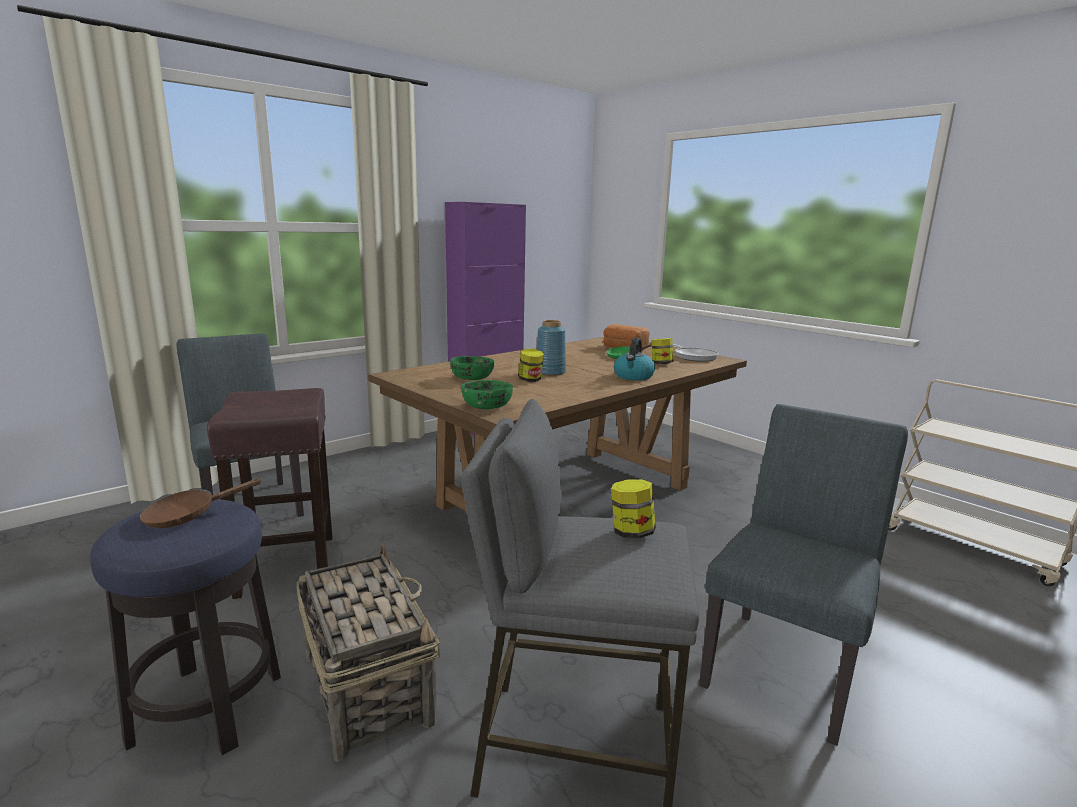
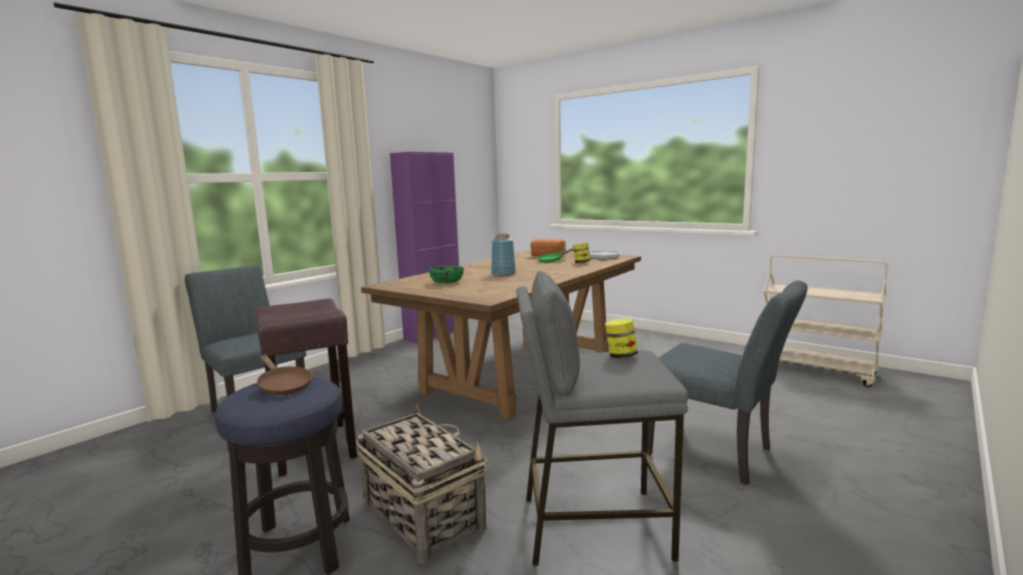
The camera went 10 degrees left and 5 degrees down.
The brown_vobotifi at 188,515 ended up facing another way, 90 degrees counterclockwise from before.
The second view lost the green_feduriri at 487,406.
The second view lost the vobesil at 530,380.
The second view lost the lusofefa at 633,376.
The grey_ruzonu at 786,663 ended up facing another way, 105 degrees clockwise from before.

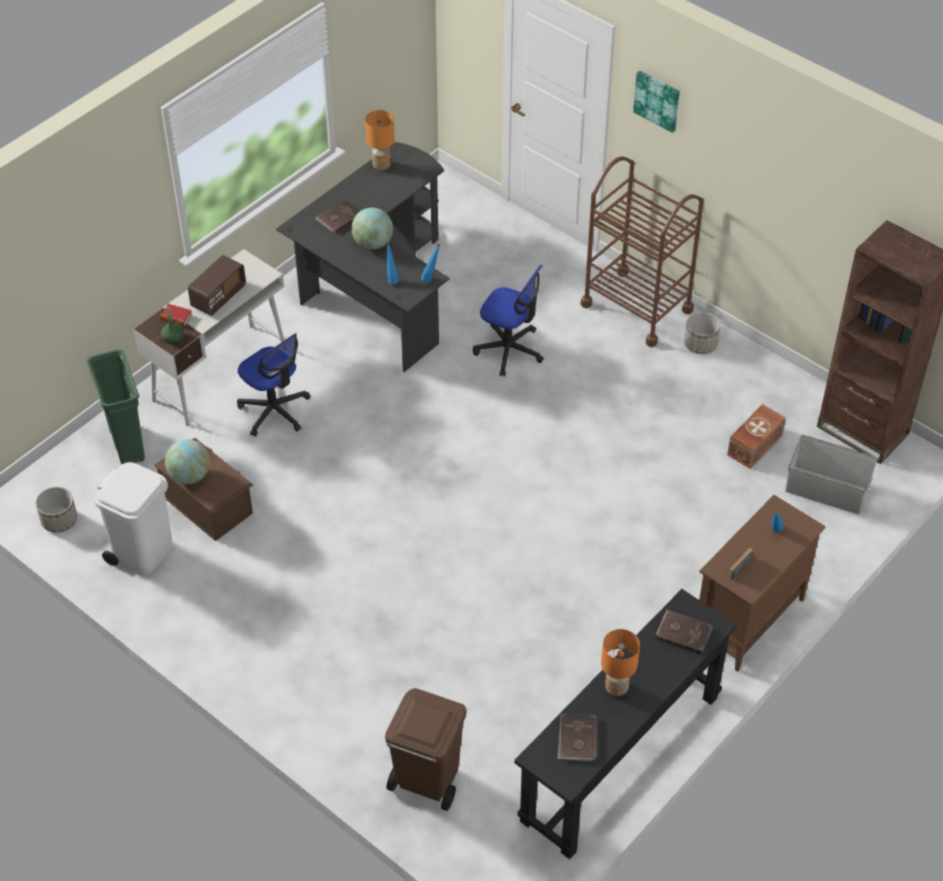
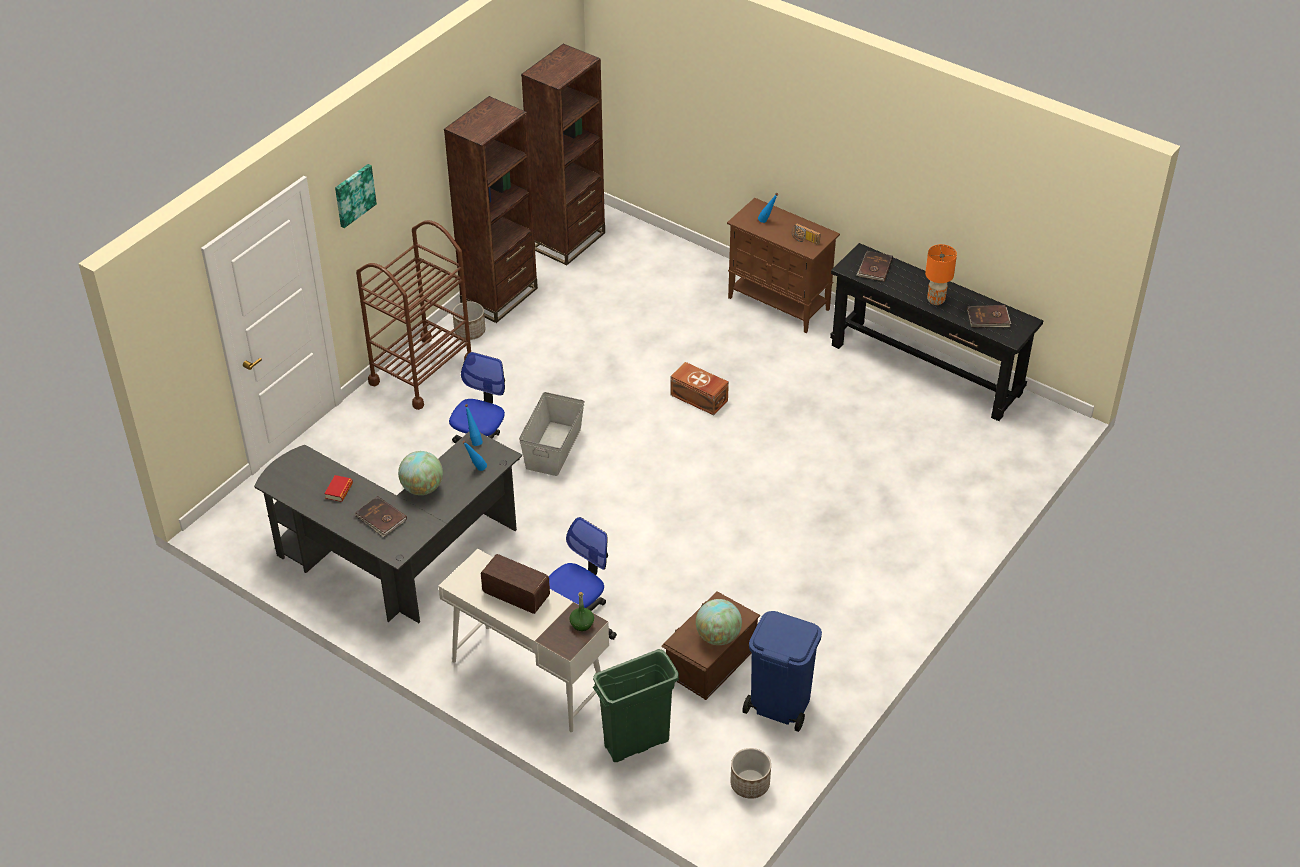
The camera went 95 degrees left and 5 degrees down.
What was the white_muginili at 143,552 turned into the blue_muginili at 779,704.
The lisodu ended up elsewhere, having gone from 176,318 to 339,491.
The second view lost the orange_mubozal at 382,165.
The second view lost the brown_muginili at 426,781.
The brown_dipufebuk ended up elsewhere, having gone from 753,445 to 699,398.
The grey_dipufebuk ended up elsewhere, having gone from 826,489 to 553,448.
The second view gained the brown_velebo at 499,297.

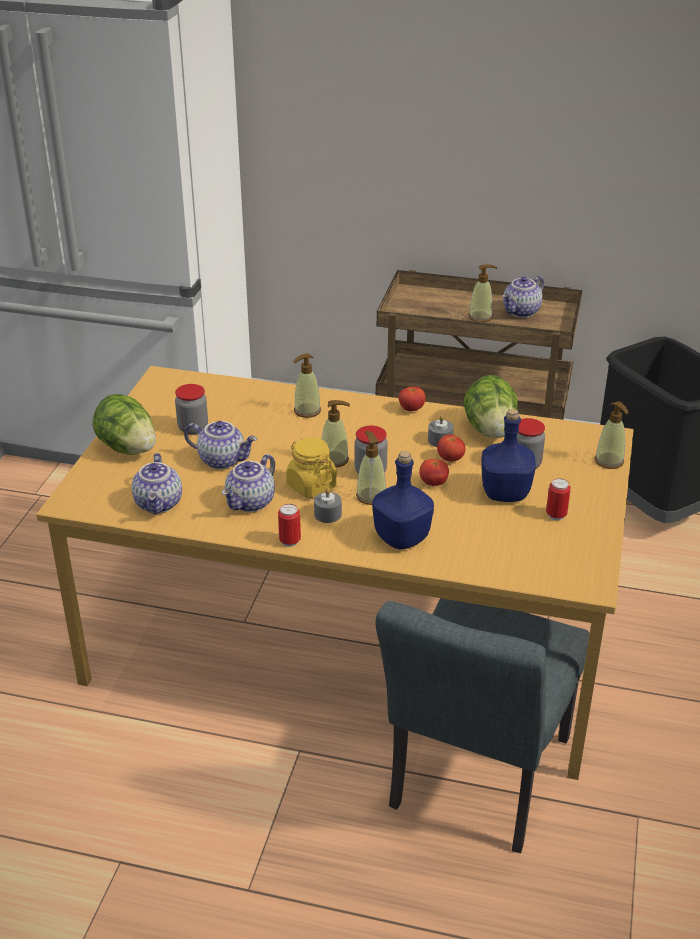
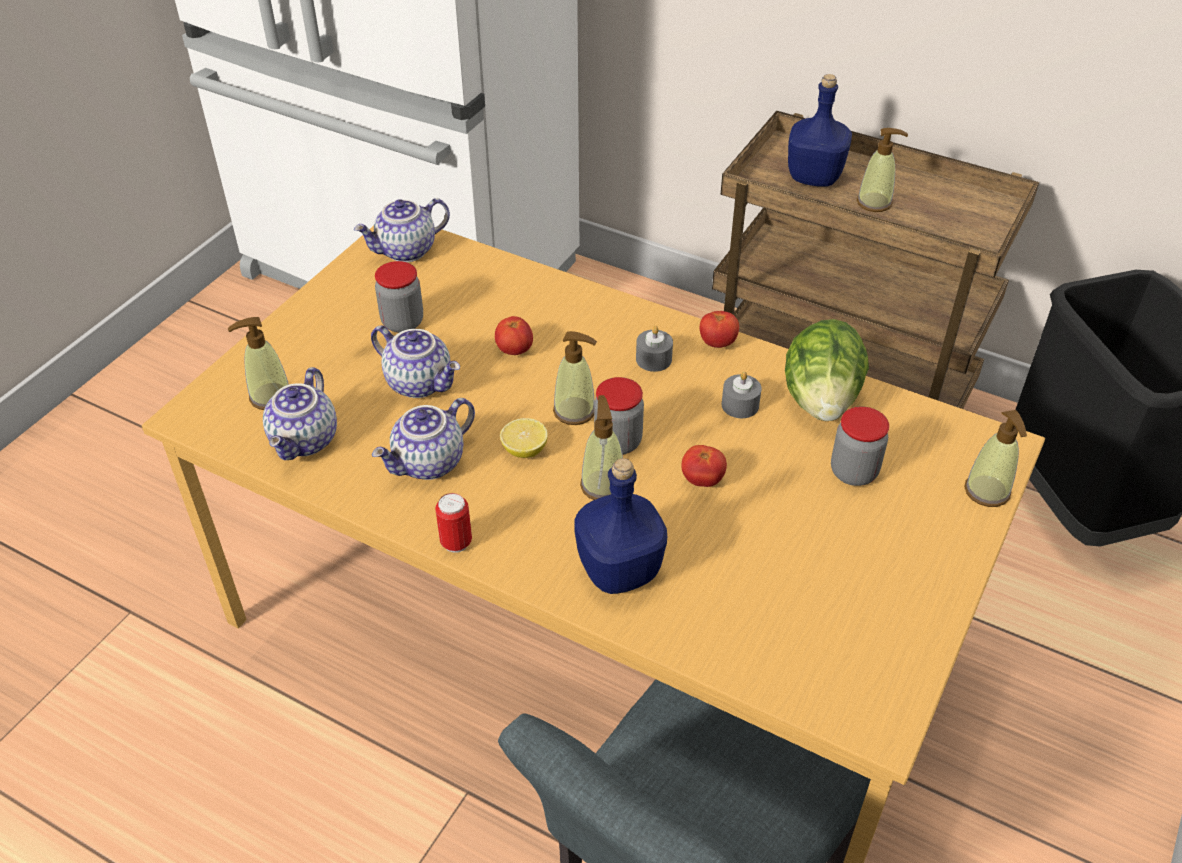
The camera went 15 degrees right and 10 degrees up.
The second view lost the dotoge at 128,448.
Where the yellow_vobesil stood at 311,486, the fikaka came to stand at 524,450.
The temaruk ended up elsewhere, having gone from 307,411 to 270,397.
The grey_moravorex ended up elsewhere, having gone from 327,514 to 653,359.
The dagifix ended up elsewhere, having gone from 450,459 to 514,350.
The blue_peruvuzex ended up elsewhere, having gone from 506,493 to 815,177.
The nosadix ended up elsewhere, having gone from 522,312 to 406,251.
The second view lost the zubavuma at 556,515.

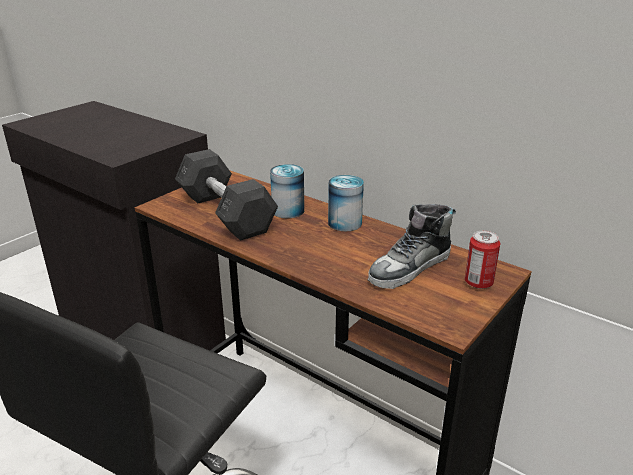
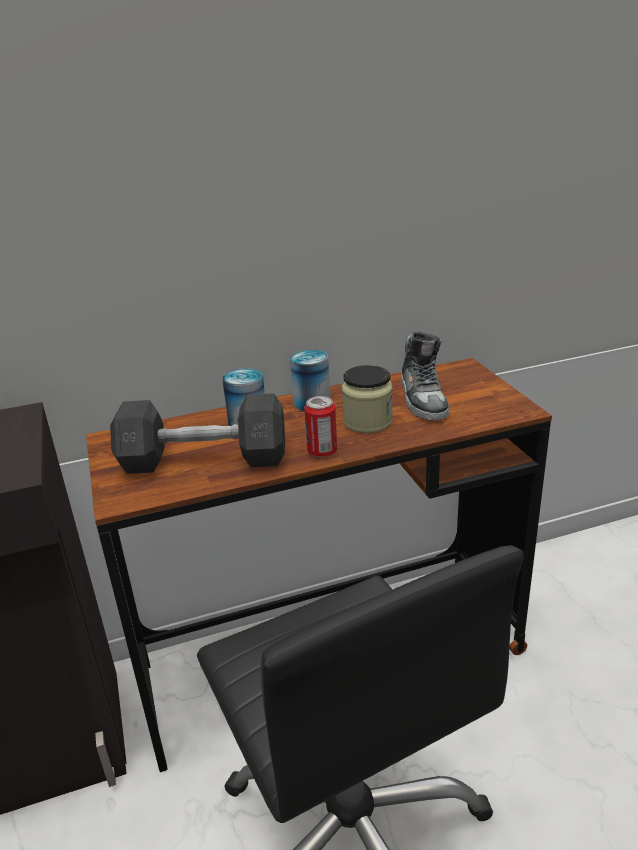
The camera went 55 degrees left and 0 degrees up.
The zubavuma ended up elsewhere, having gone from 478,283 to 322,452.
The second view gained the vobesil at 367,421.

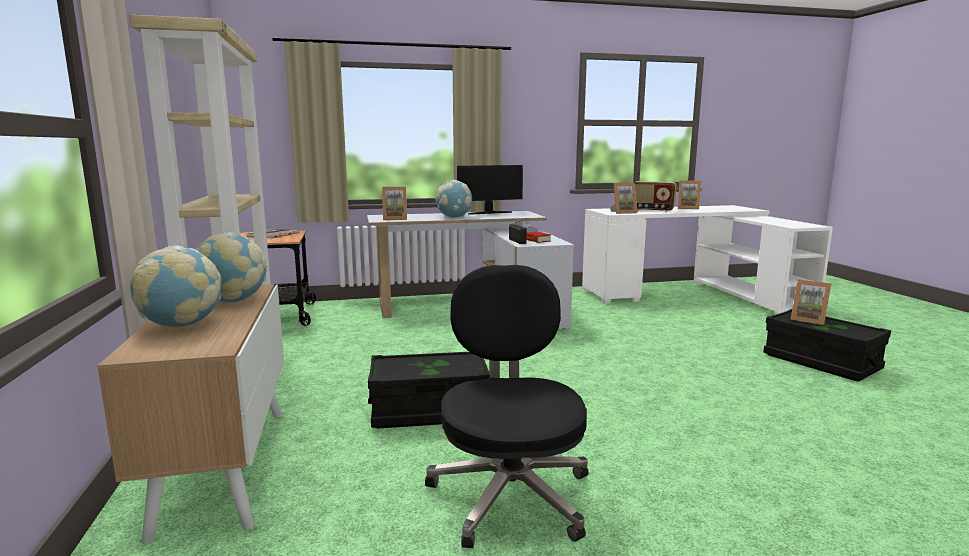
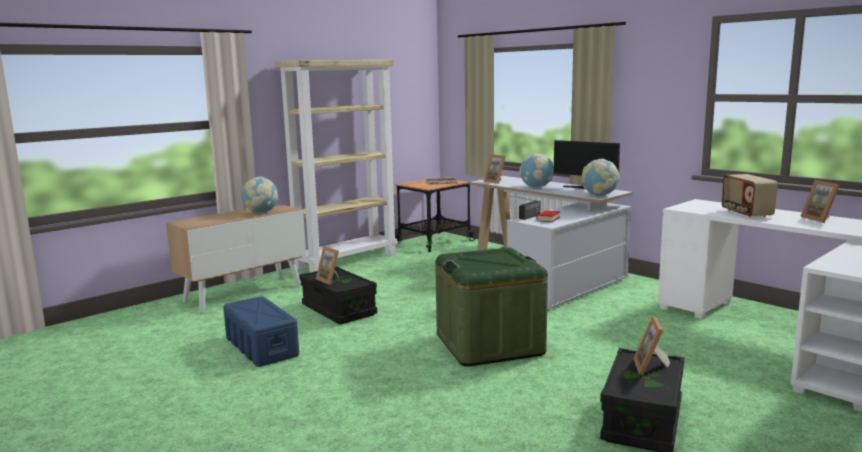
The camera went 60 degrees right and 0 degrees up.
The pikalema ended up elsewhere, having gone from 181,325 to 599,195.
Where the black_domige stood at 510,493, the blue_dipufebuk came to stand at 262,347.
The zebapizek ended up elsewhere, having gone from 623,212 to 330,280.
The second view gained the green_dipufebuk at 489,344.

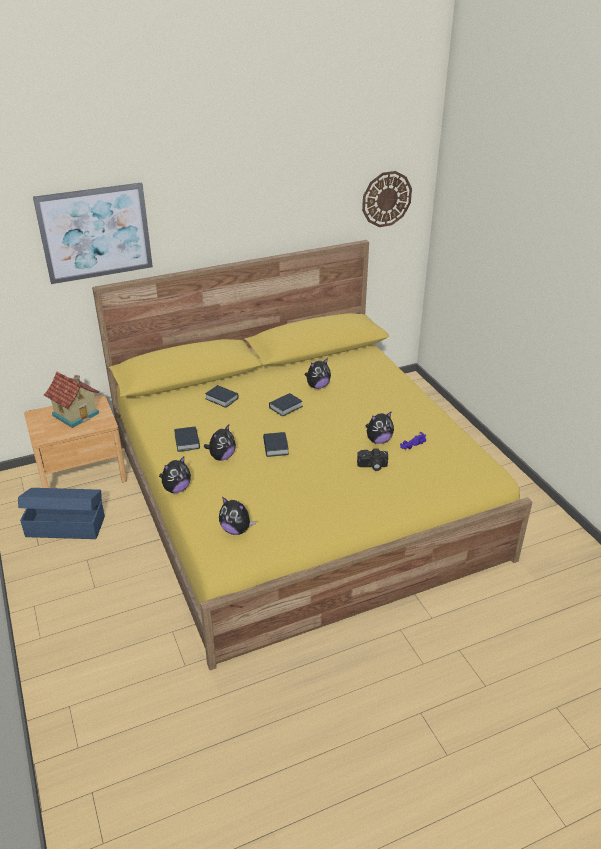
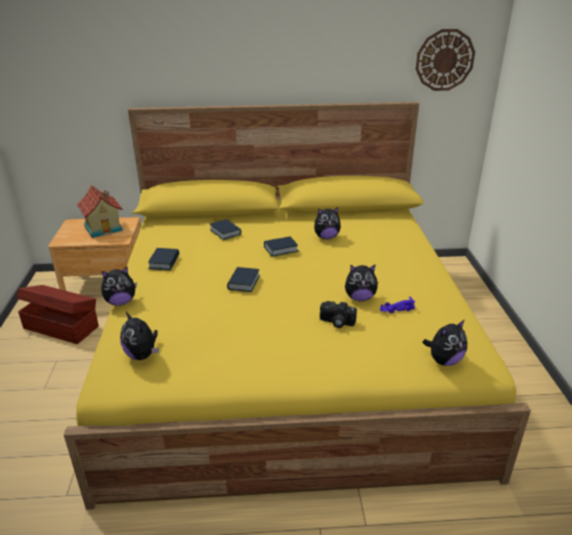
The camera went 20 degrees right and 5 degrees down.
What was the blue_dipufebuk at 65,525 turned into the brown_dipufebuk at 61,326.
The second view lost the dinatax at 95,233.
The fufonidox ended up elsewhere, having gone from 221,457 to 444,360.

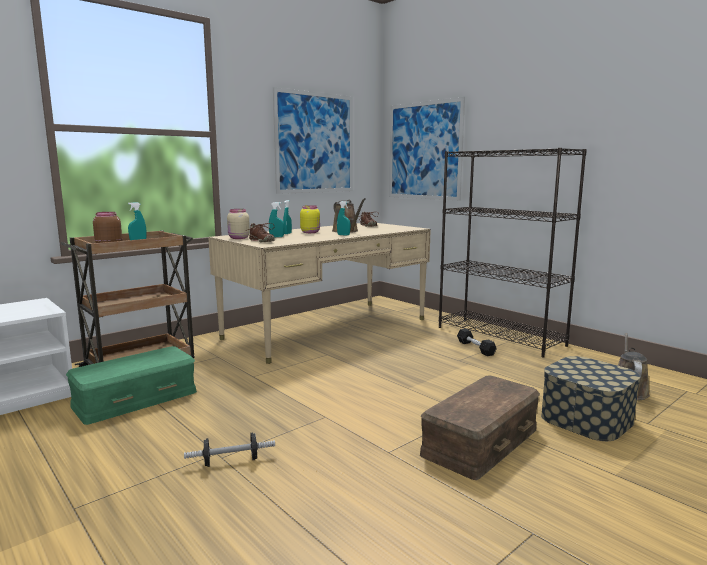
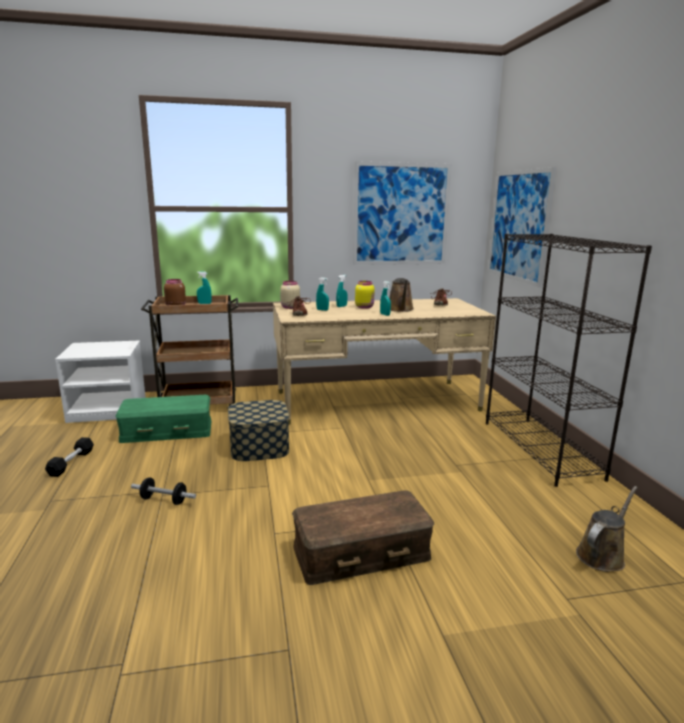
The camera went 30 degrees right and 5 degrees up.
The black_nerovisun ended up elsewhere, having gone from 475,348 to 71,463.
The dipufebuk ended up elsewhere, having gone from 586,418 to 259,446.

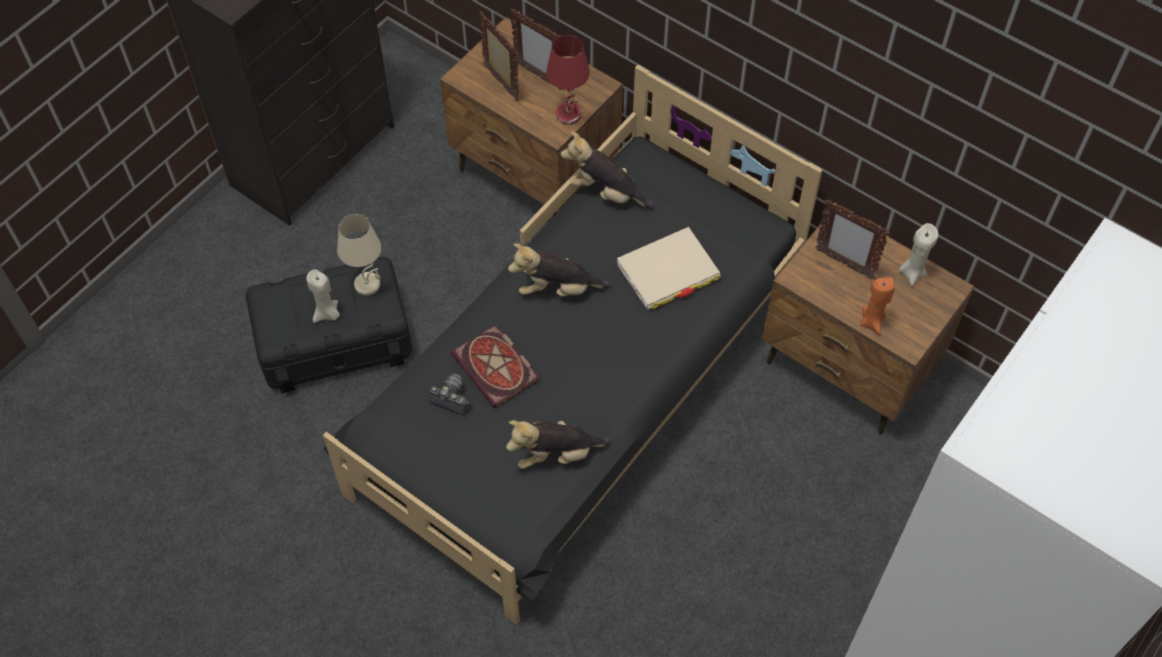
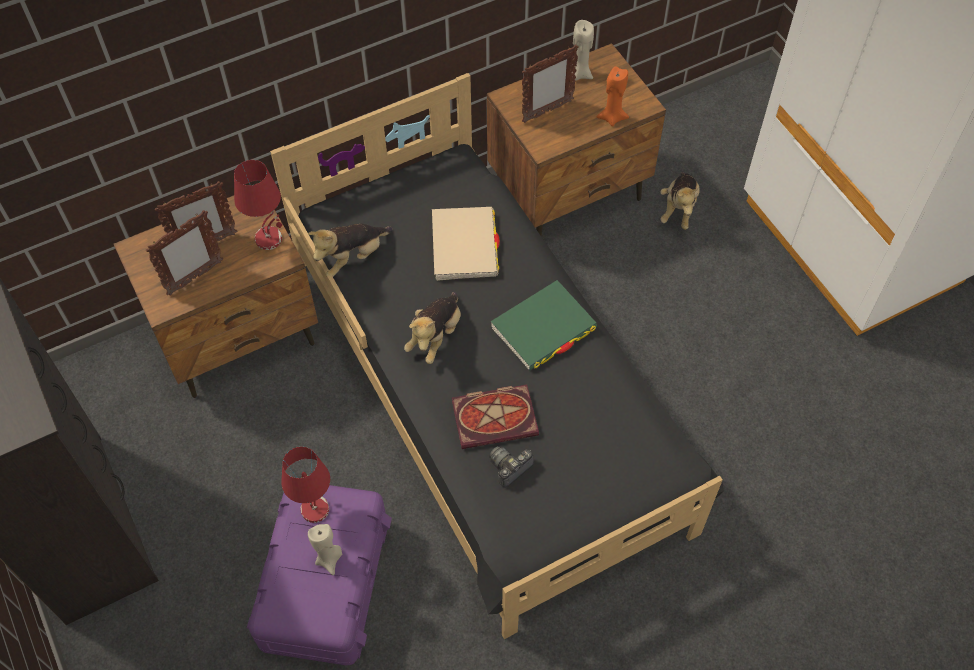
The camera went 65 degrees left and 0 degrees up.
What was the black_dipufebuk at 334,342 turned into the purple_dipufebuk at 326,585.
What was the beige_mubozal at 368,284 turned into the red_mubozal at 315,508.
The zebapizek at 501,84 ended up facing another way, 150 degrees clockwise from before.
The fufonidox ended up elsewhere, having gone from 556,454 to 678,209.
The second view gained the green_lisodu at 543,328.

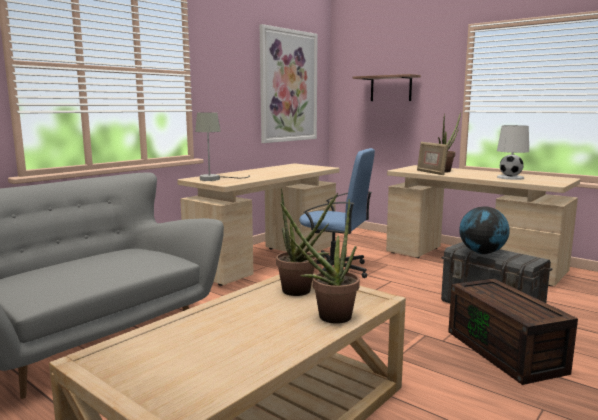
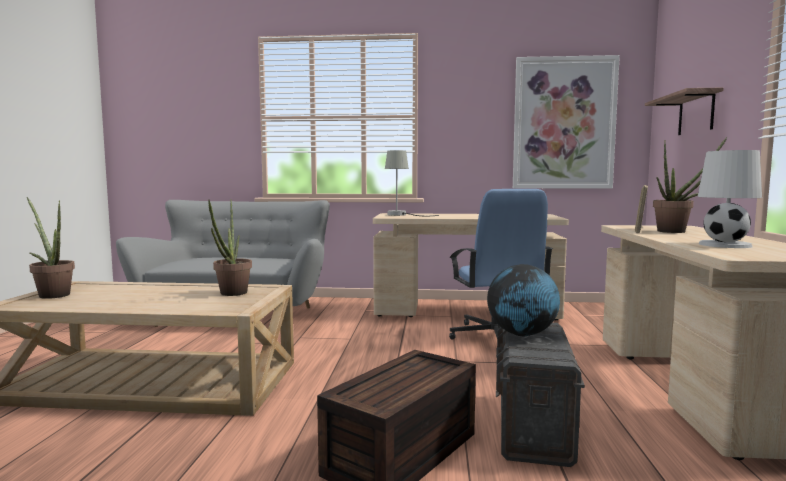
The camera went 55 degrees right and 5 degrees down.
The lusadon ended up elsewhere, having gone from 328,317 to 52,294.

